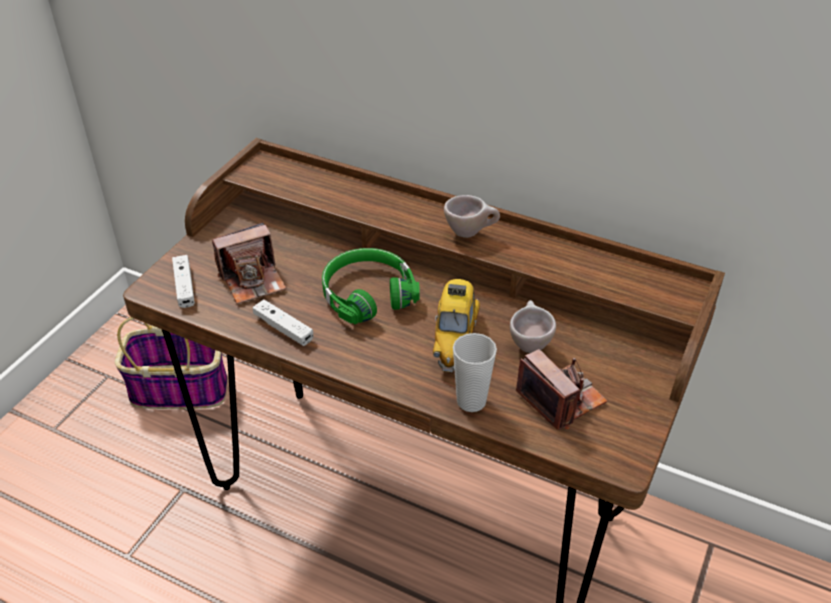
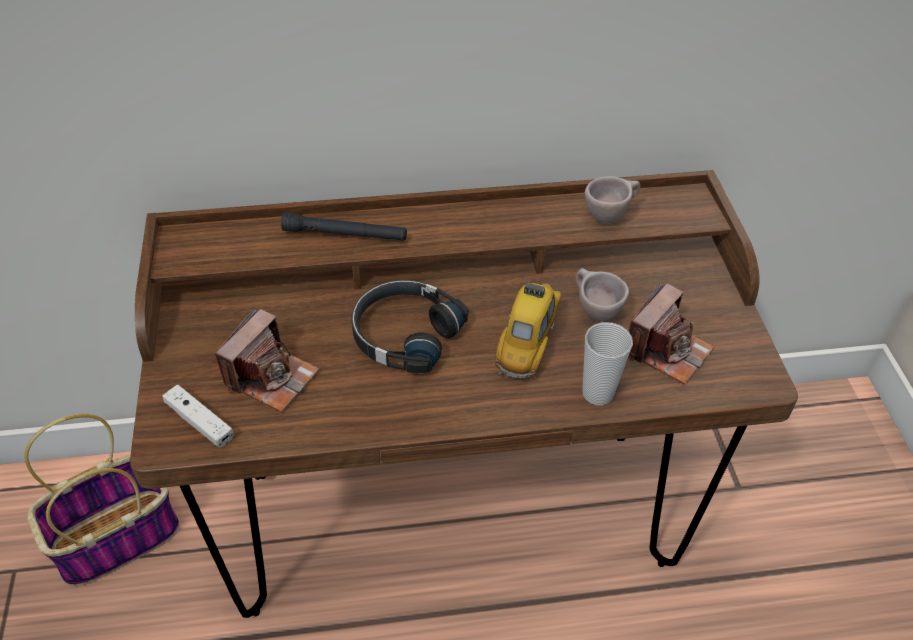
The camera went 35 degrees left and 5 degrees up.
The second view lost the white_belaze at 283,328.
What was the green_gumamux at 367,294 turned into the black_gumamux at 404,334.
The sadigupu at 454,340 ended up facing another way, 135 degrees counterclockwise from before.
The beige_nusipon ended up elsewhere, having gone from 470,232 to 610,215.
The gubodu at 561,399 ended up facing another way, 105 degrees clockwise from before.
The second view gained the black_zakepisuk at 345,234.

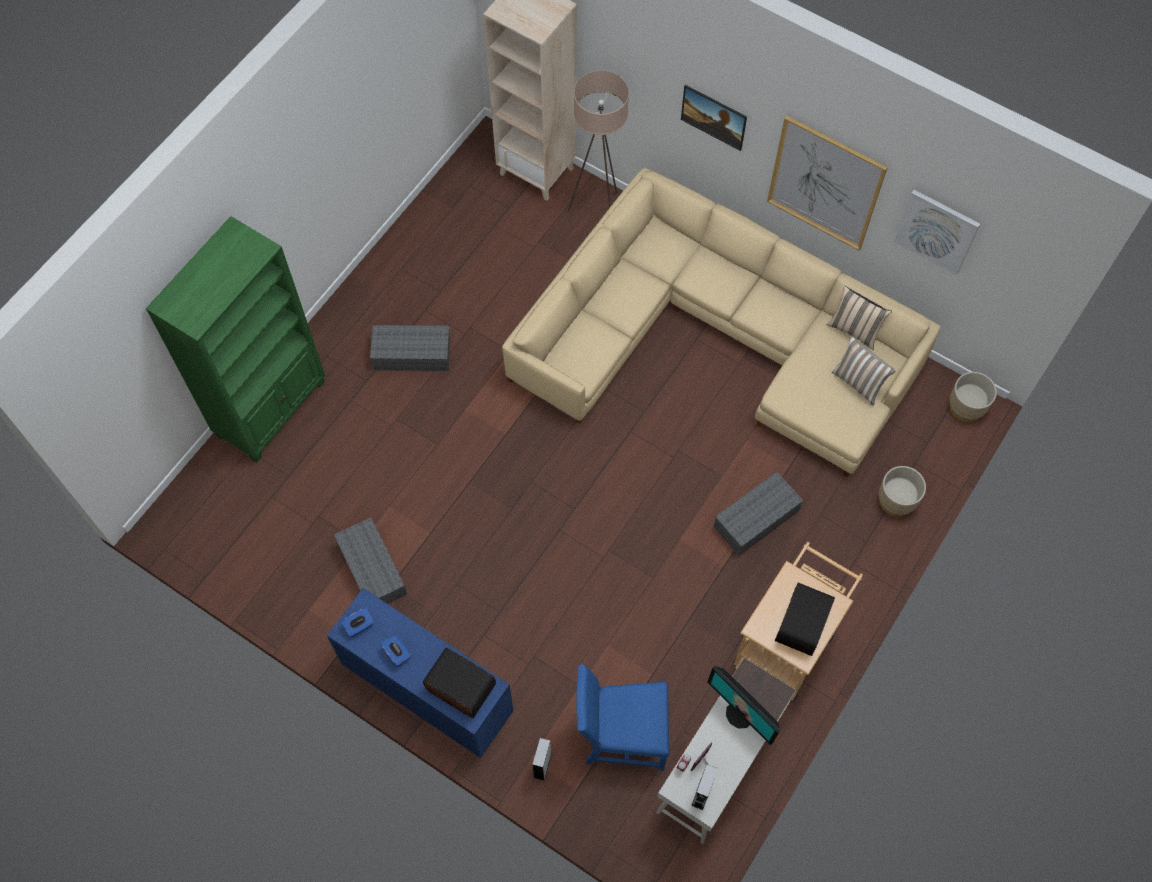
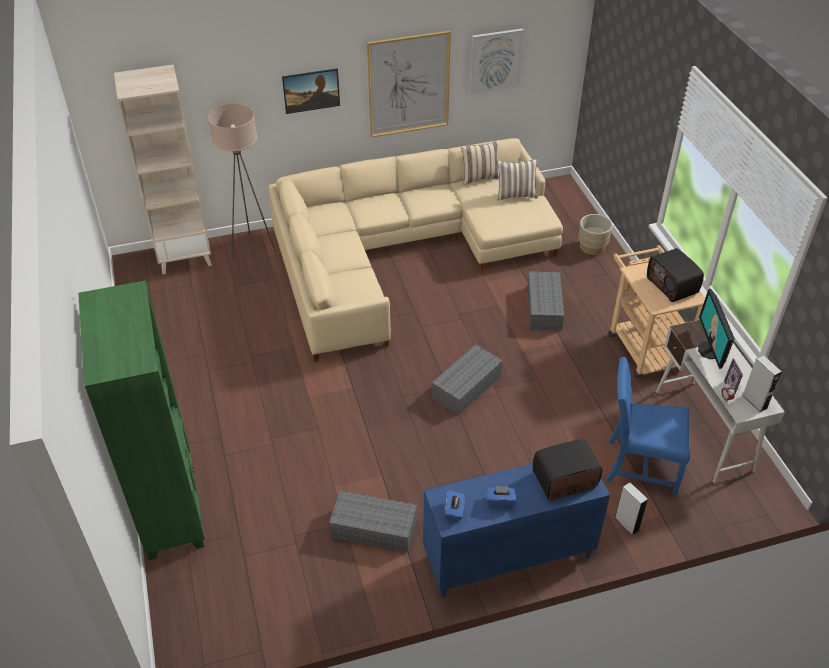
The camera went 50 degrees left and 20 degrees down.
The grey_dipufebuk ended up elsewhere, having gone from 411,355 to 466,388.
The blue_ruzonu at 621,734 ended up facing another way, 60 degrees clockwise from before.
The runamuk at 740,714 ended up facing another way, 90 degrees clockwise from before.
The second view lost the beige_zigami at 966,407.

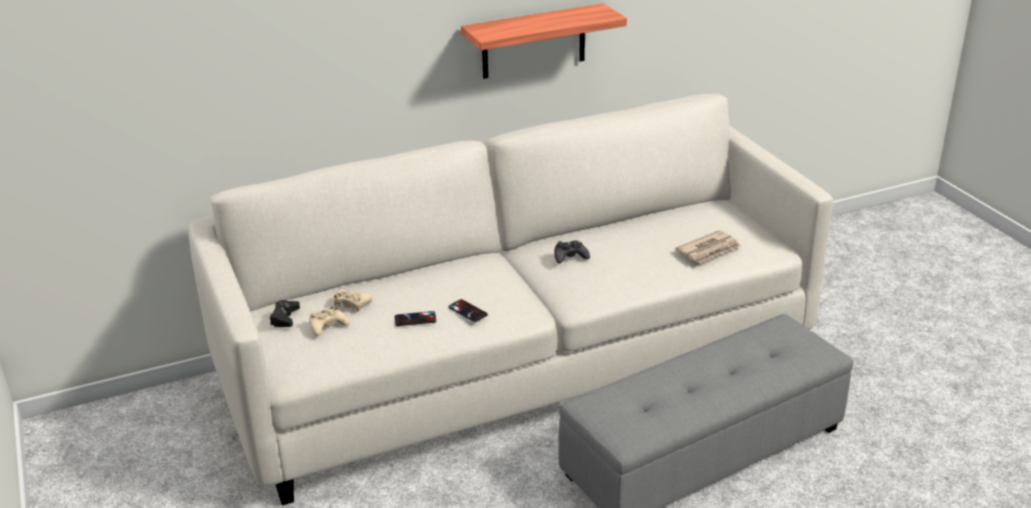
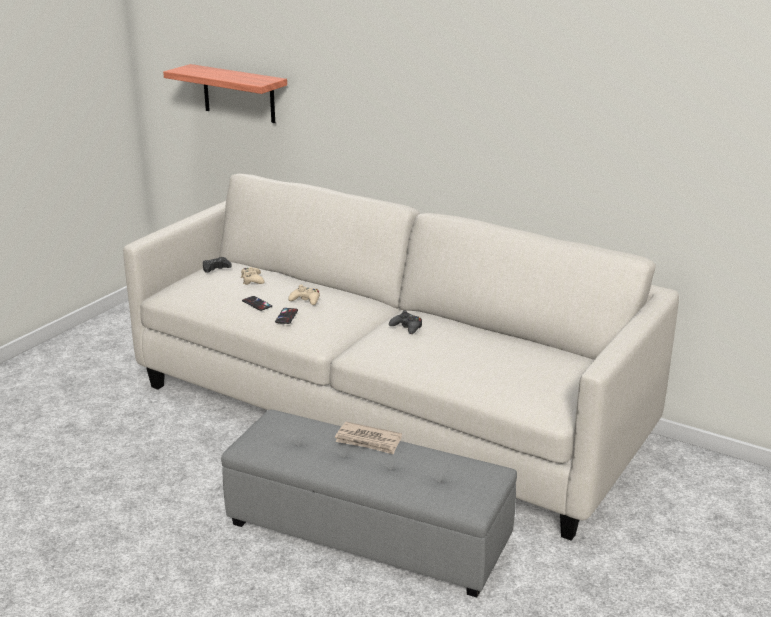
The camera went 55 degrees right and 5 degrees down.
The beige_belaze ended up elsewhere, having gone from 327,326 to 306,300.
The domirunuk ended up elsewhere, having gone from 533,41 to 238,93.
The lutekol ended up elsewhere, having gone from 709,250 to 368,441.

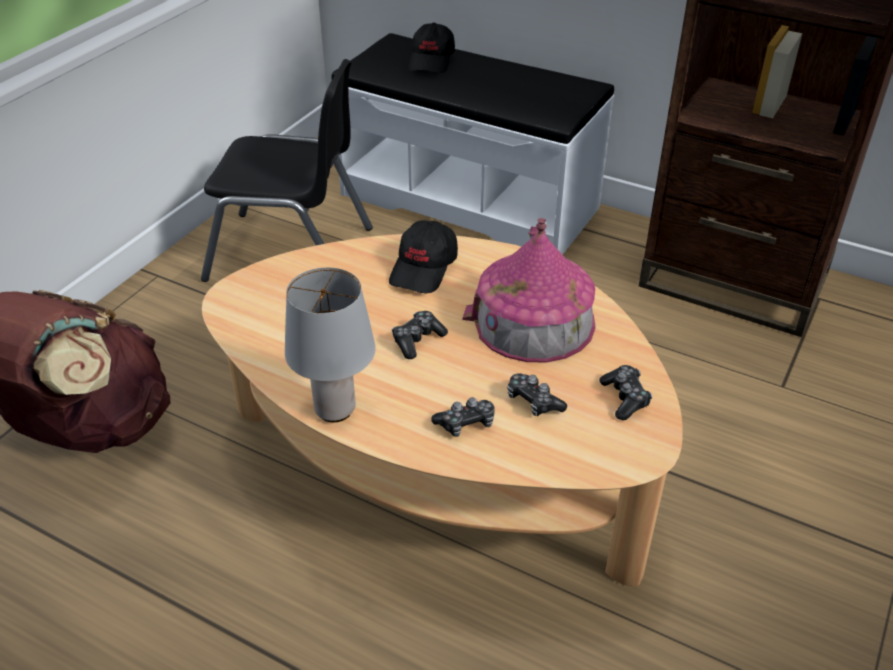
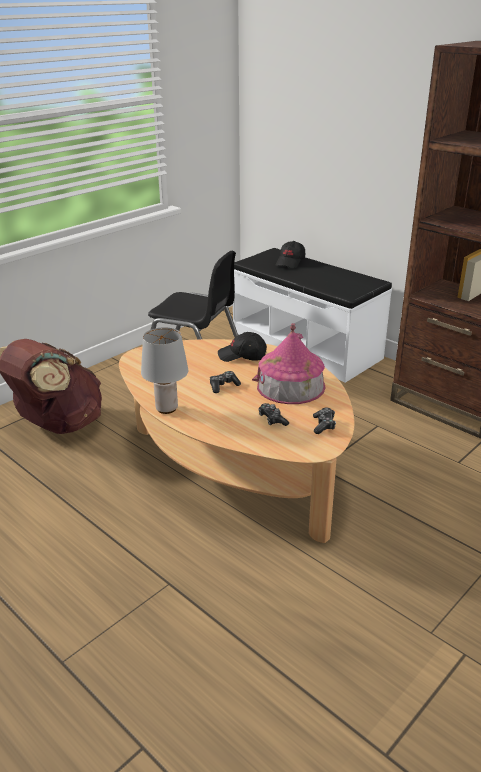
The camera went 15 degrees right and 10 degrees down.
The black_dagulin at 424,269 ended up facing another way, 60 degrees clockwise from before.
The second view lost the belaze at 466,423.

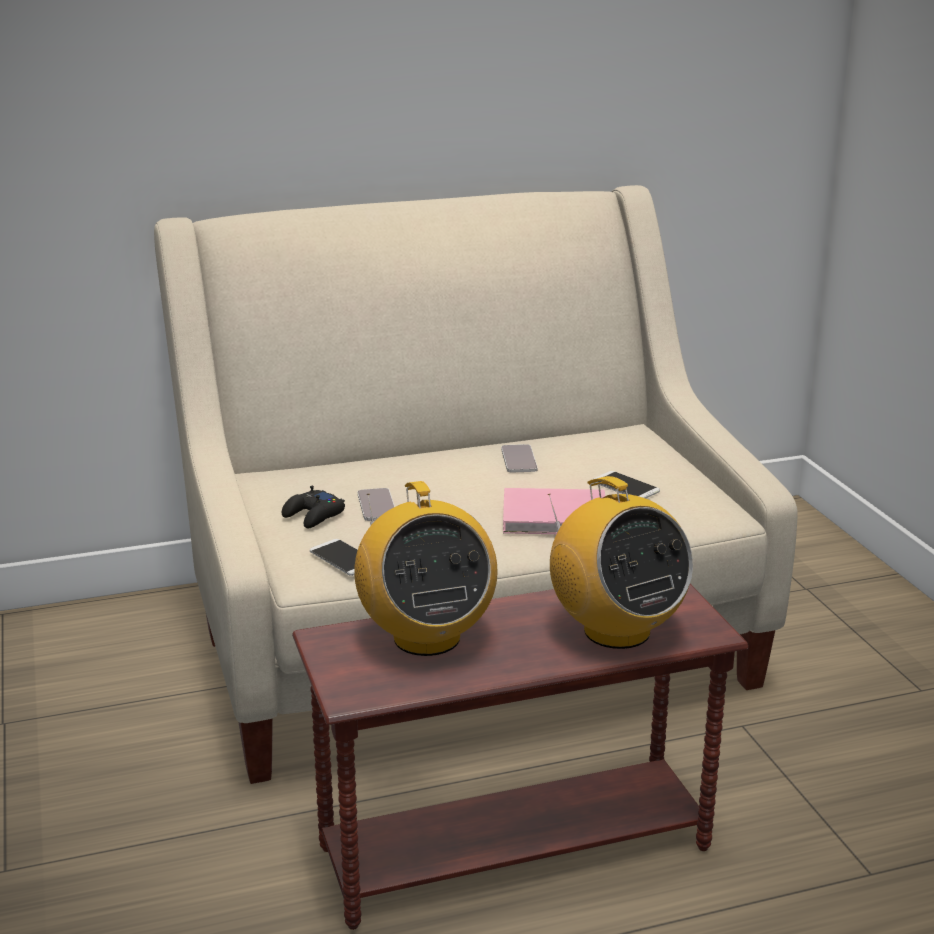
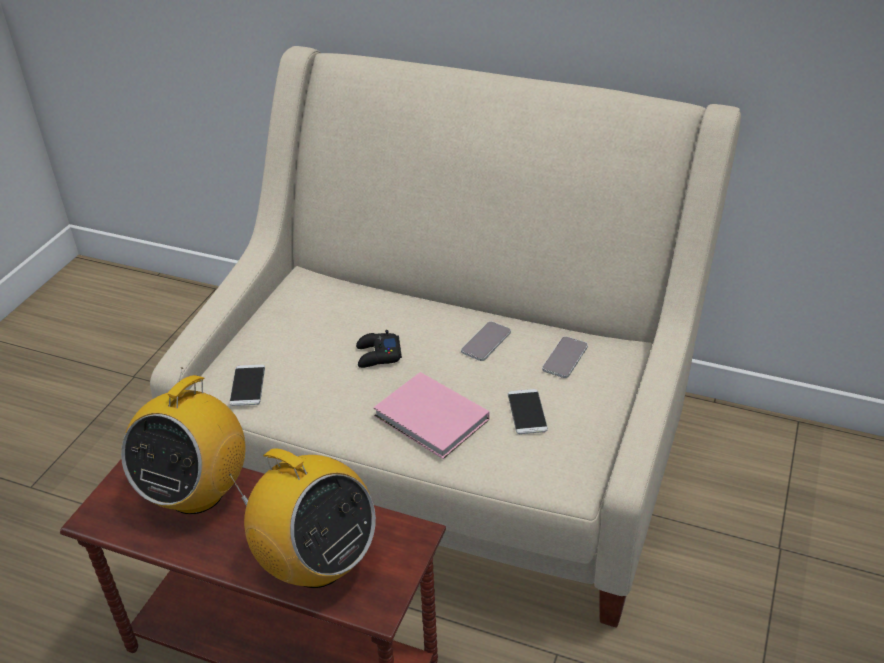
The camera went 40 degrees right and 15 degrees up.
The black_belaze ended up elsewhere, having gone from 314,515 to 378,355.
The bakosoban ended up elsewhere, having gone from 376,506 to 565,358.
The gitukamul at 615,630 ended up facing another way, 60 degrees counterclockwise from before.

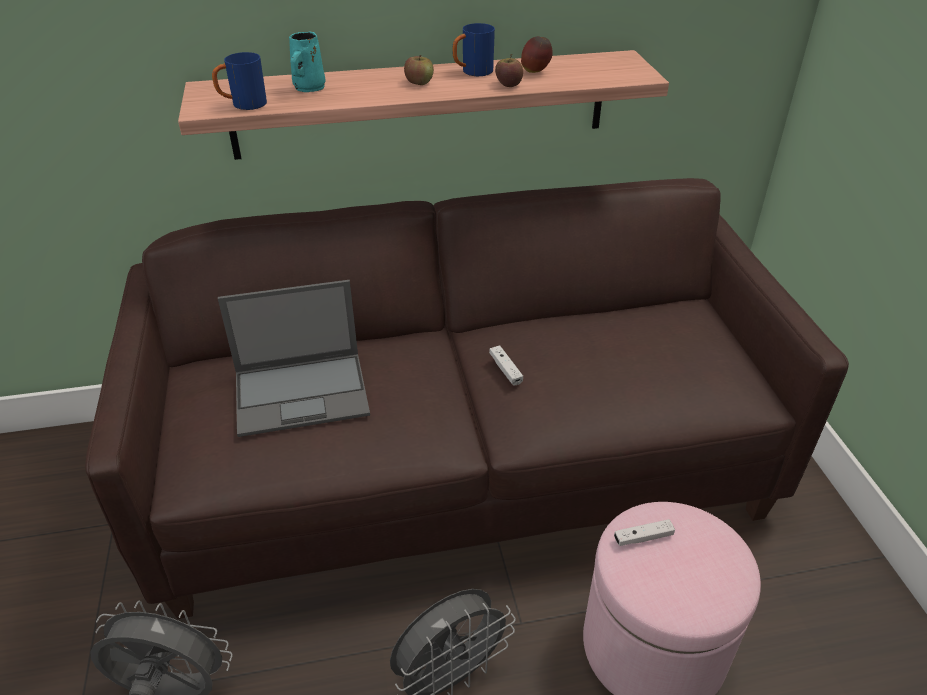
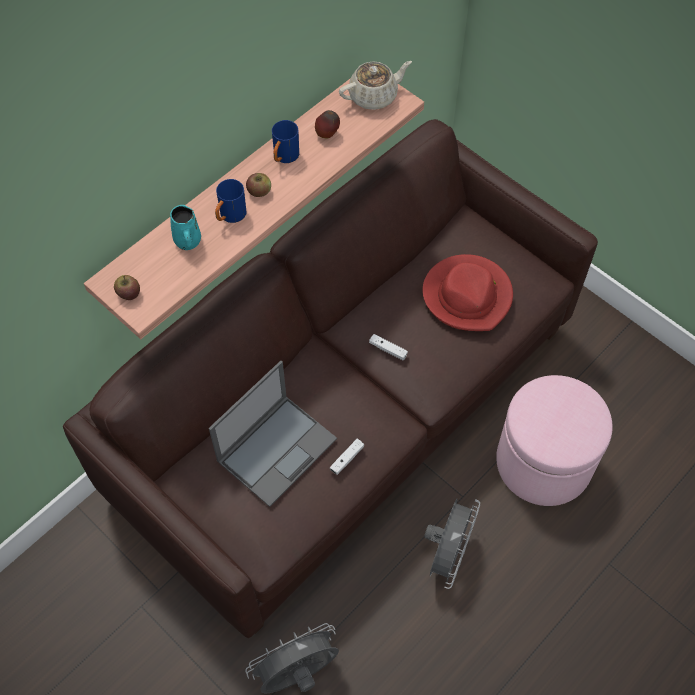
The camera went 35 degrees left and 20 degrees up.
The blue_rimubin ended up elsewhere, having gone from 243,105 to 230,216.
The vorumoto ended up elsewhere, having gone from 508,84 to 129,294.
The white_belaze ended up elsewhere, having gone from 643,537 to 347,459.
The second view gained the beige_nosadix at 374,96.
The second view gained the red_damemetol at 468,295.

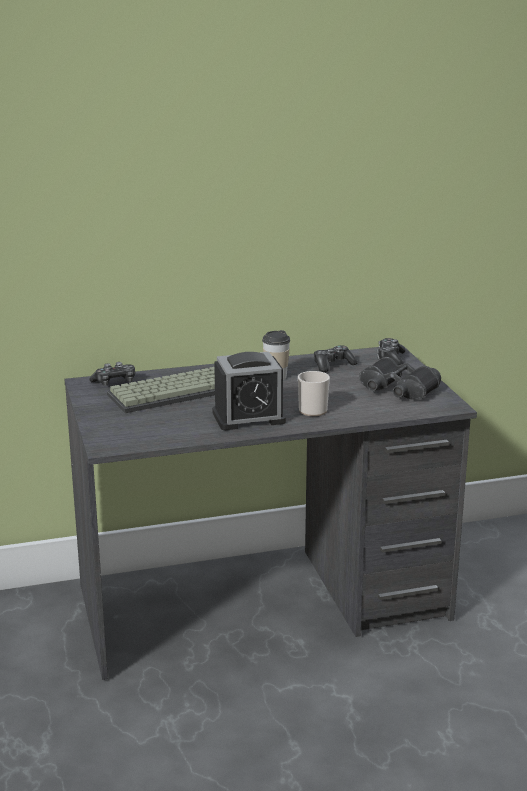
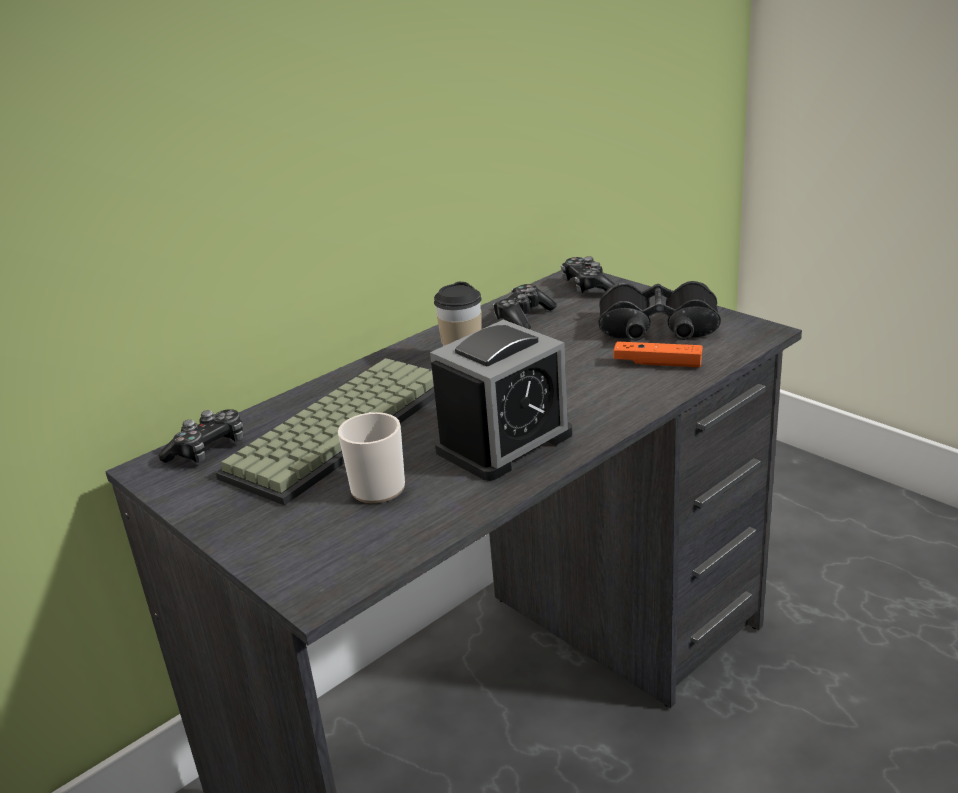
The camera went 25 degrees left and 5 degrees up.
The rimubin ended up elsewhere, having gone from 314,409 to 378,484.
The second view gained the orange_belaze at 657,363.

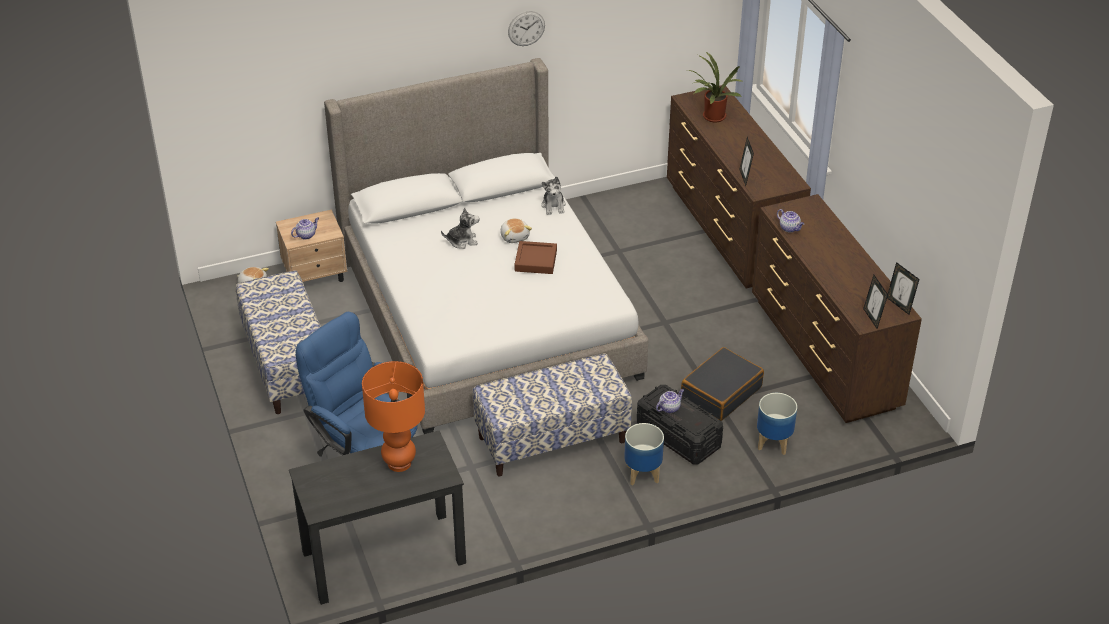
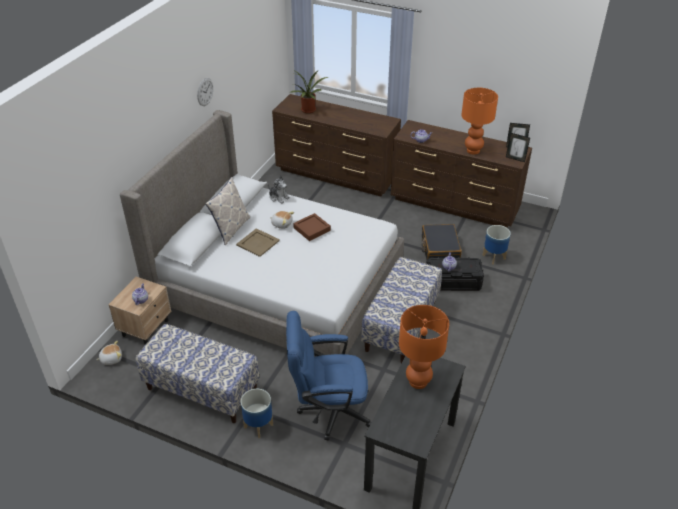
The camera went 45 degrees left and 0 degrees up.
Where the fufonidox stood at 462,241, the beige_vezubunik came to stand at 257,243.
The zigami ended up elsewhere, having gone from 642,474 to 259,426.
The second view lost the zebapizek at 745,177.
The second view gained the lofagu at 231,229.
The second view gained the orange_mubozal at 473,150.

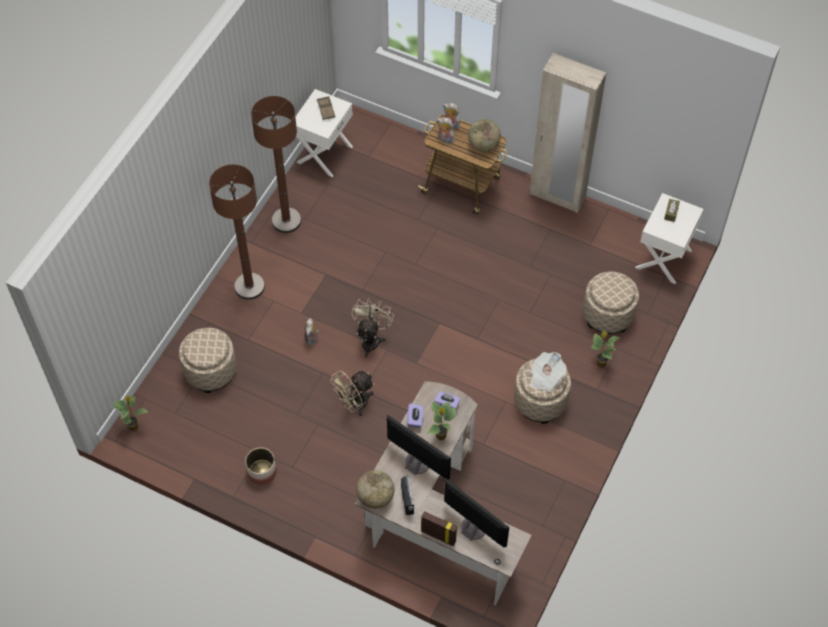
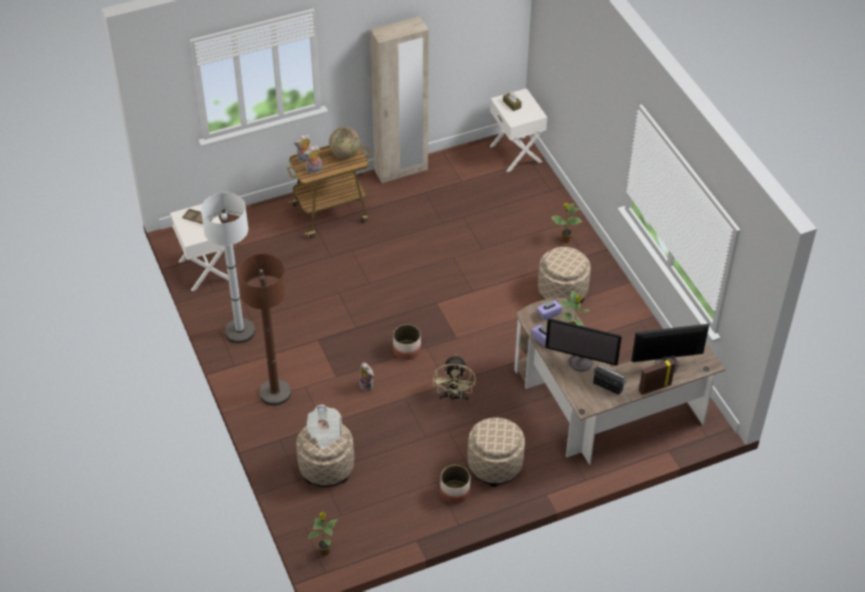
The camera went 50 degrees left and 10 degrees down.
What was the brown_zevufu at 286,221 turned into the white_zevufu at 240,331.
Where the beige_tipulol stood at 371,339, the zigami came to stand at 407,350.
The second view lost the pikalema at 375,497.
The runamuk at 417,463 ended up facing another way, 150 degrees counterclockwise from before.
The lutekol ended up elsewhere, having gone from 545,377 to 325,433.
The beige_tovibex ended up elsewhere, having gone from 608,314 to 495,465.

